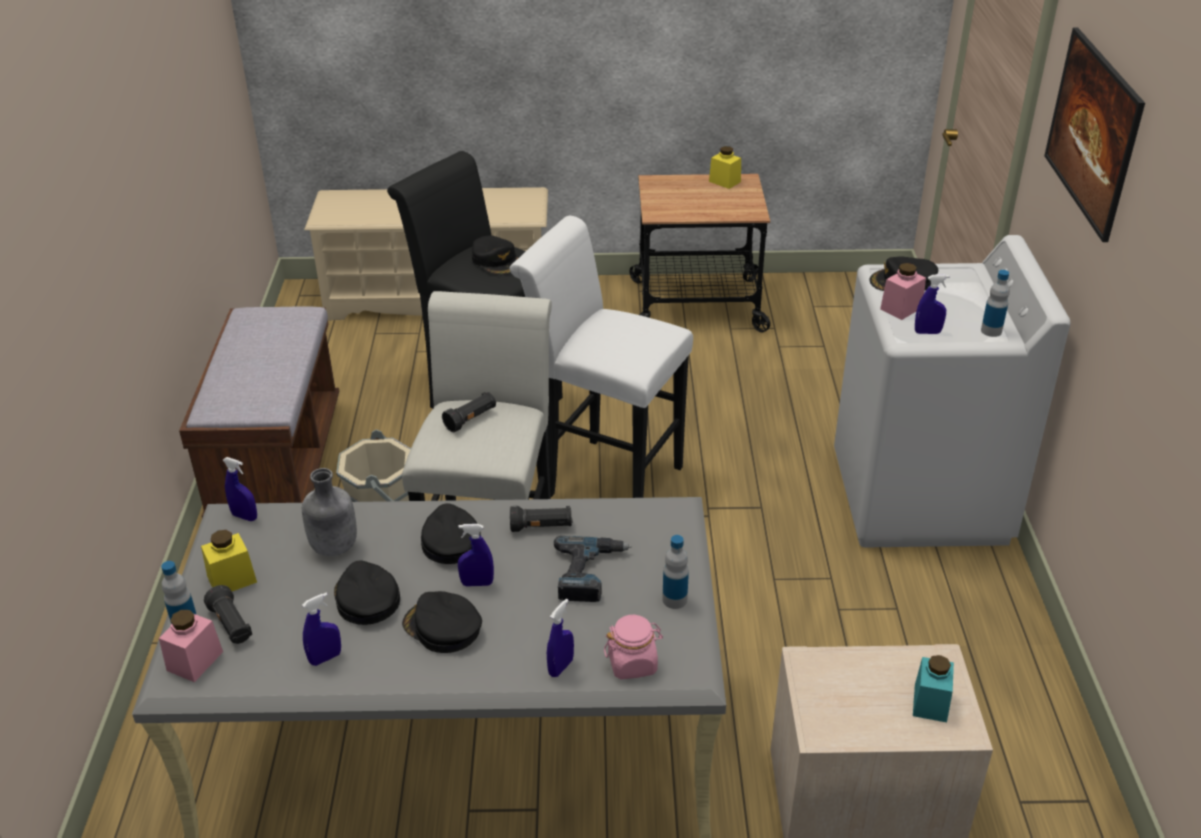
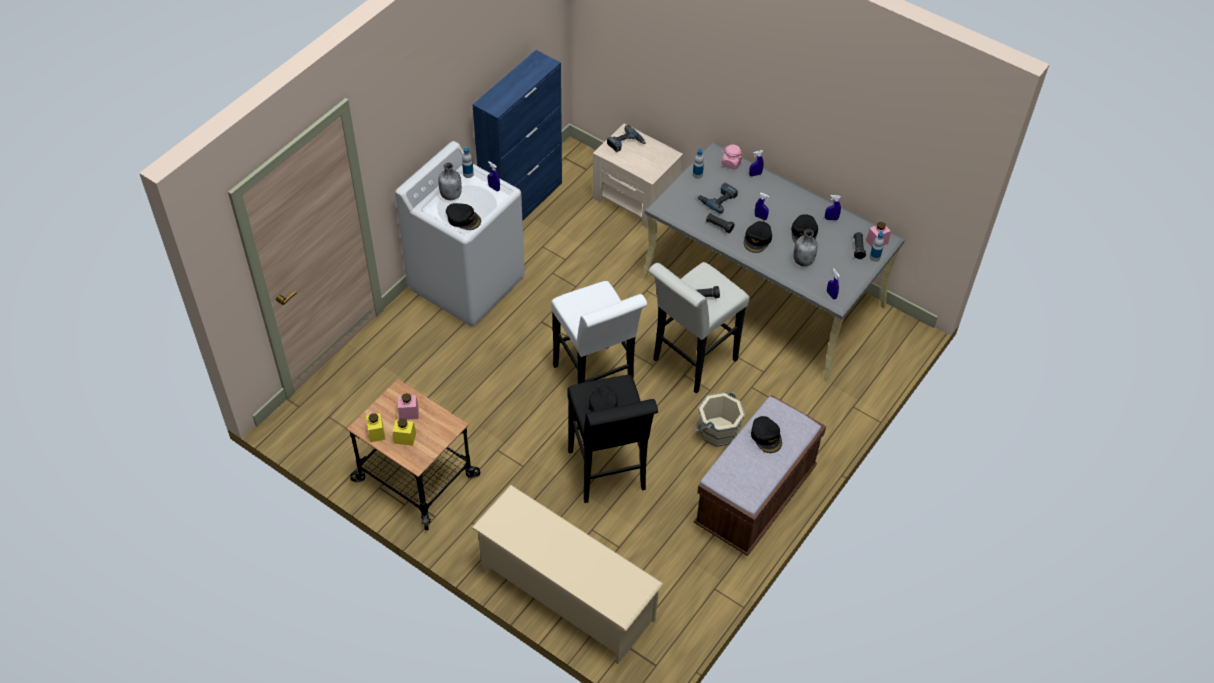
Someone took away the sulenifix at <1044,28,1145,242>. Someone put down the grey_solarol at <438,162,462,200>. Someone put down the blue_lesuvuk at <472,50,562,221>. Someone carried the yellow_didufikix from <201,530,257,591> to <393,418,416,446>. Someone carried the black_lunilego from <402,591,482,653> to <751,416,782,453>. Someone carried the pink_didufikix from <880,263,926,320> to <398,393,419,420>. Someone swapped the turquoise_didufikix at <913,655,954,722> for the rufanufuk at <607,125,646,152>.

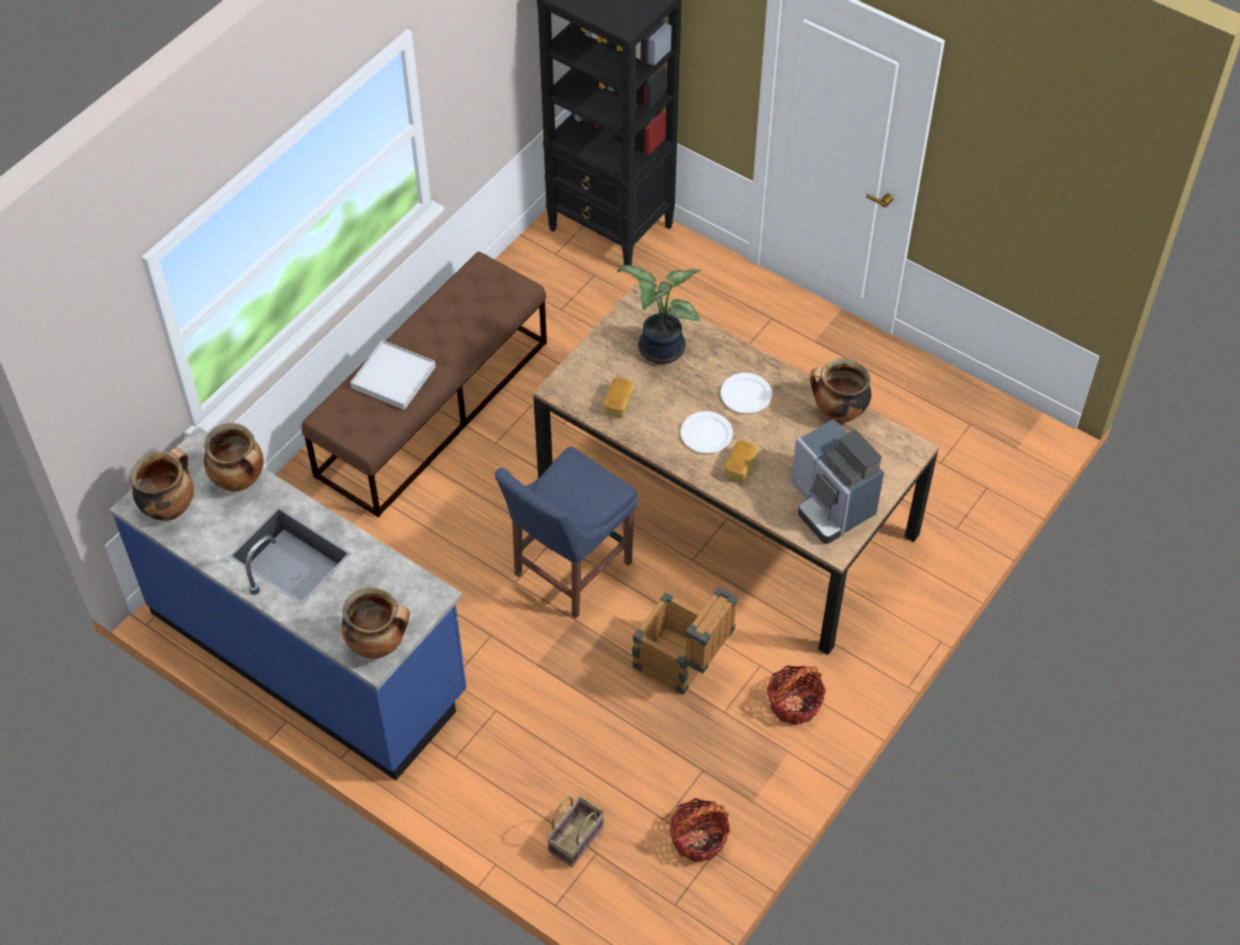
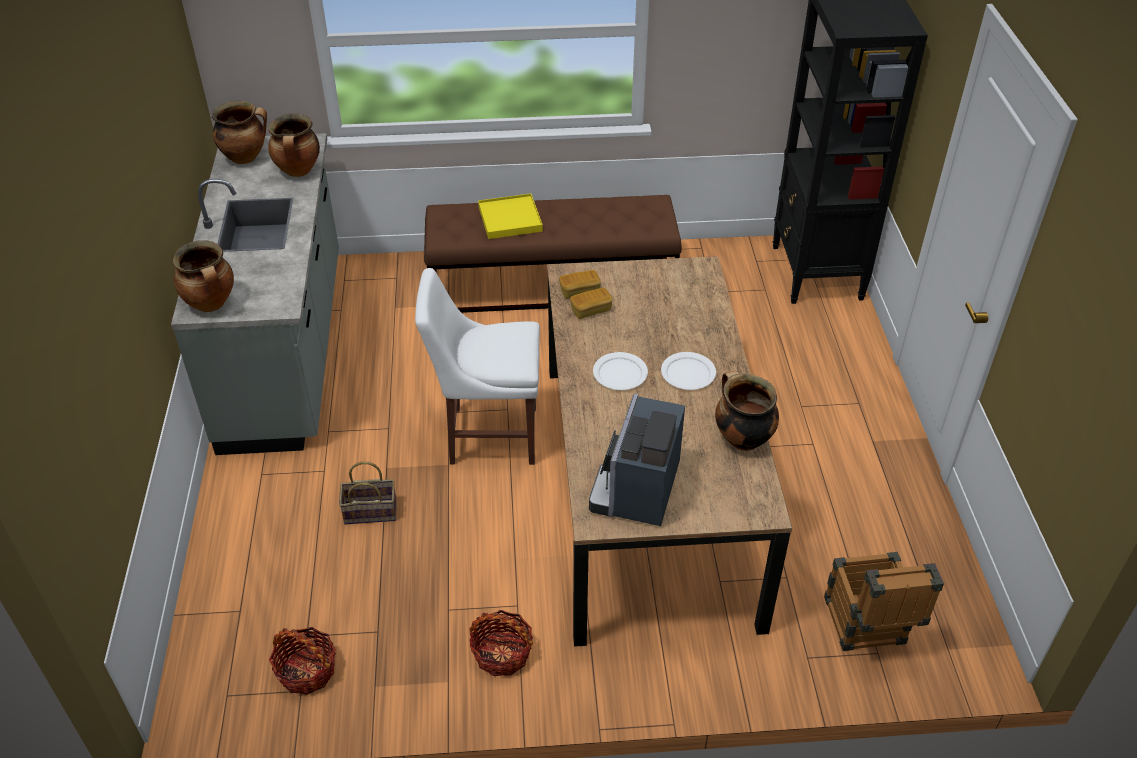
Someone took away the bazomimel at <617,265,701,364>. Someone carried the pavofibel from <546,796,604,867> to <339,462,397,524>. Someone carried the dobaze from <632,586,738,695> to <824,552,944,651>. Someone carried the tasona from <724,440,758,482> to <559,270,601,299>. Someone repainted the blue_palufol at <110,427,466,780>, which became the grey_palufol at <171,133,339,455>. Someone repainted the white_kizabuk at <350,340,436,410>, which became the yellow_kizabuk at <478,193,543,239>. Someone repainted the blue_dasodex at <495,447,638,618>, which became the white_dasodex at <415,268,540,465>.

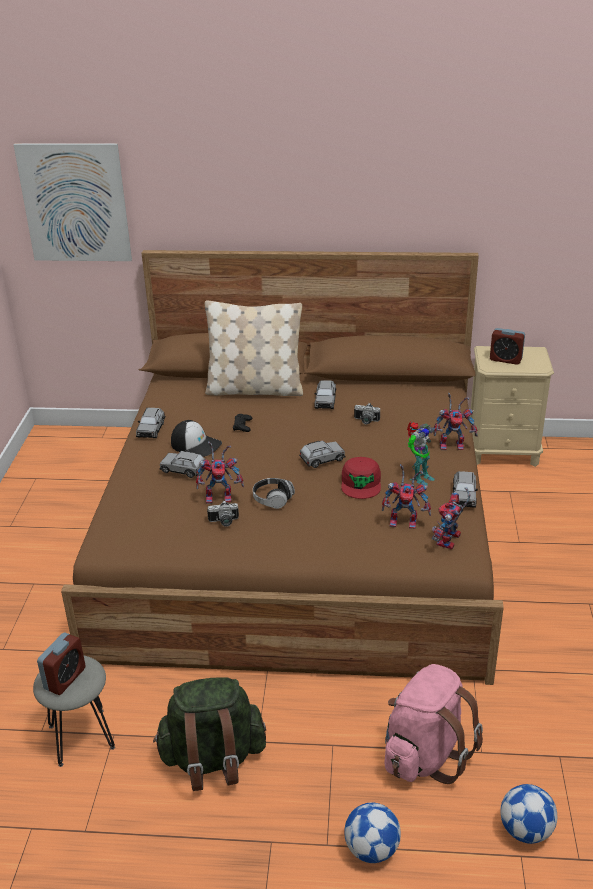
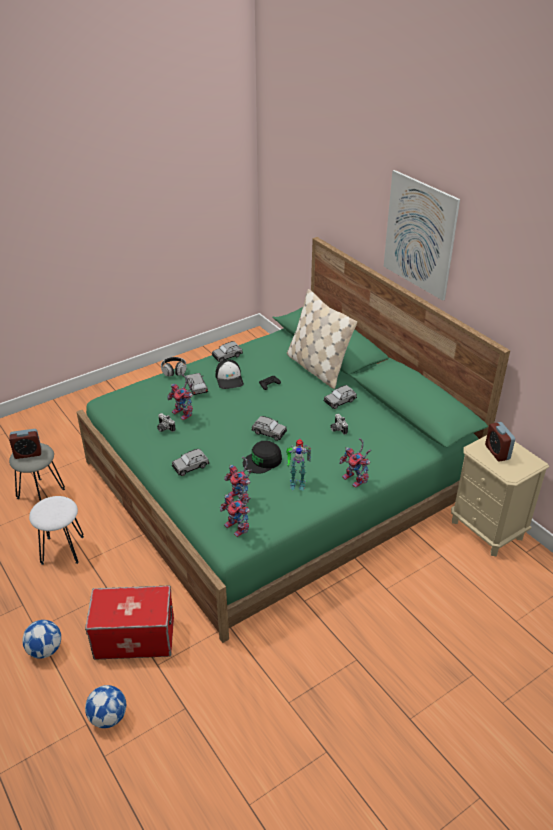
Someone carried the sulenifix from <13,143,132,261> to <384,170,460,301>. Someone carried the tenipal from <253,478,295,509> to <161,357,187,377>. Someone carried the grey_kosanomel from <453,471,478,508> to <172,449,209,476>. Someone swapped the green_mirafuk at <153,678,266,791> for the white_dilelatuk at <29,496,84,565>. Someone swapped the pink_mirafuk at <384,664,483,784> for the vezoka at <85,586,174,660>. Someone repainted the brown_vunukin at <61,250,504,685>, which became the green_vunukin at <77,237,510,643>. Someone repainted the red_lunilego at <341,457,381,499>, which became the black_lunilego at <243,441,282,474>. Someone rotated the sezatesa at <432,487,470,549> by 120 degrees counterclockwise.

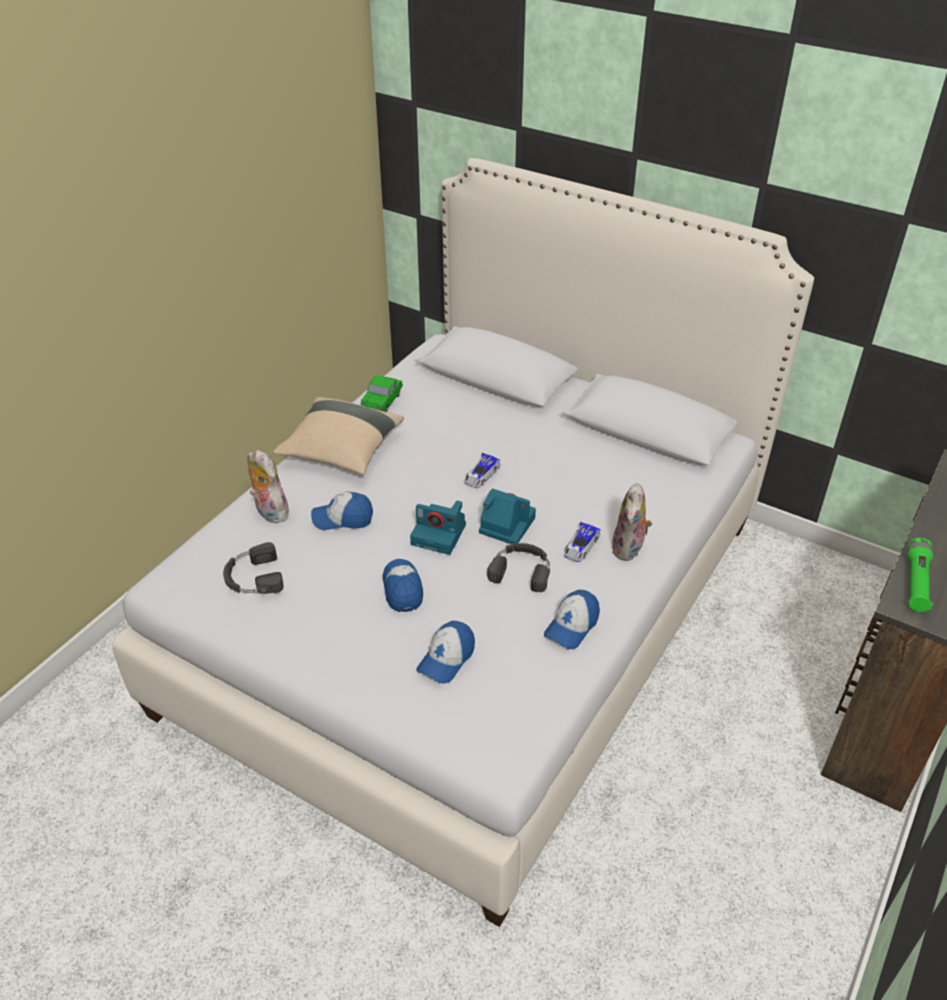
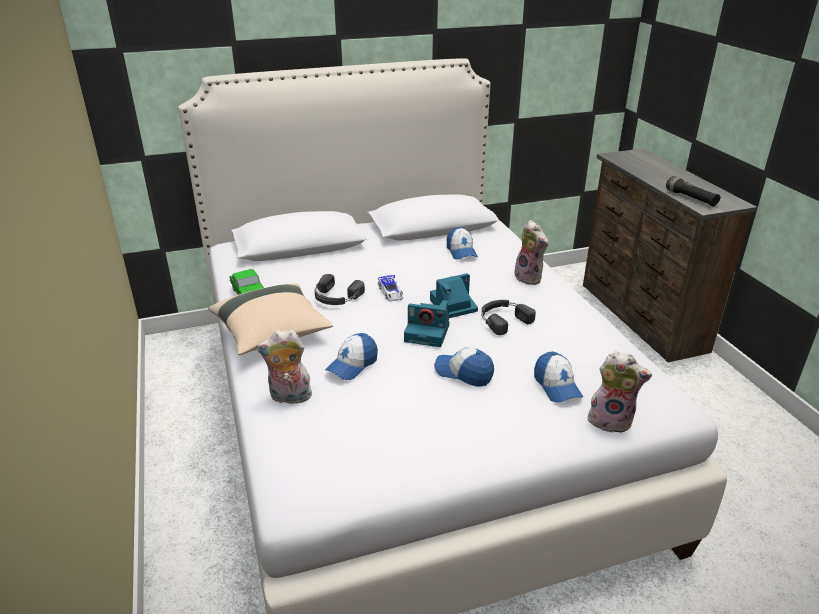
Someone took away the kosanomel at <564,522,601,562>. Someone put down the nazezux at <588,351,652,433>. Someone carried the black_tenipal from <223,542,284,594> to <314,274,365,305>. Someone carried the lunilego from <544,590,600,649> to <447,227,478,260>. Someone repainted the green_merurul at <907,538,933,612>, which became the black_merurul at <666,176,721,206>. Someone rotated the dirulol at <410,501,466,555> by 45 degrees clockwise.

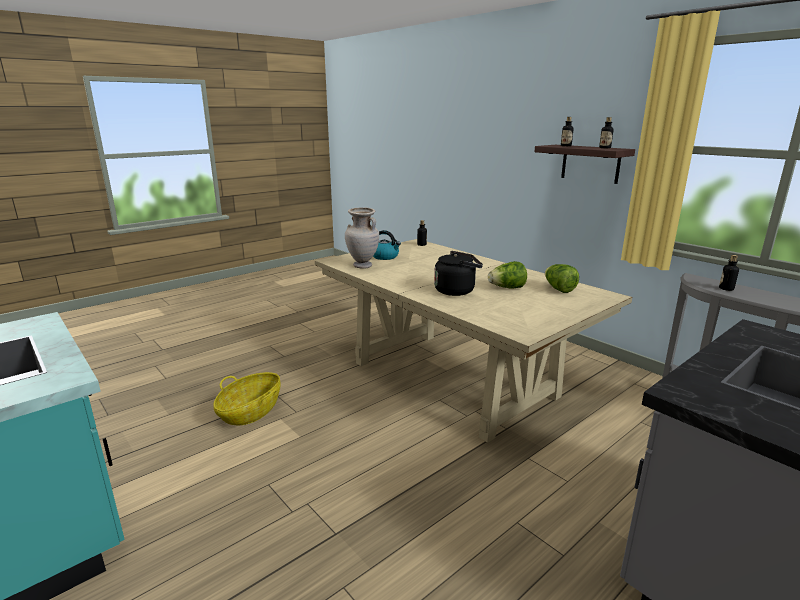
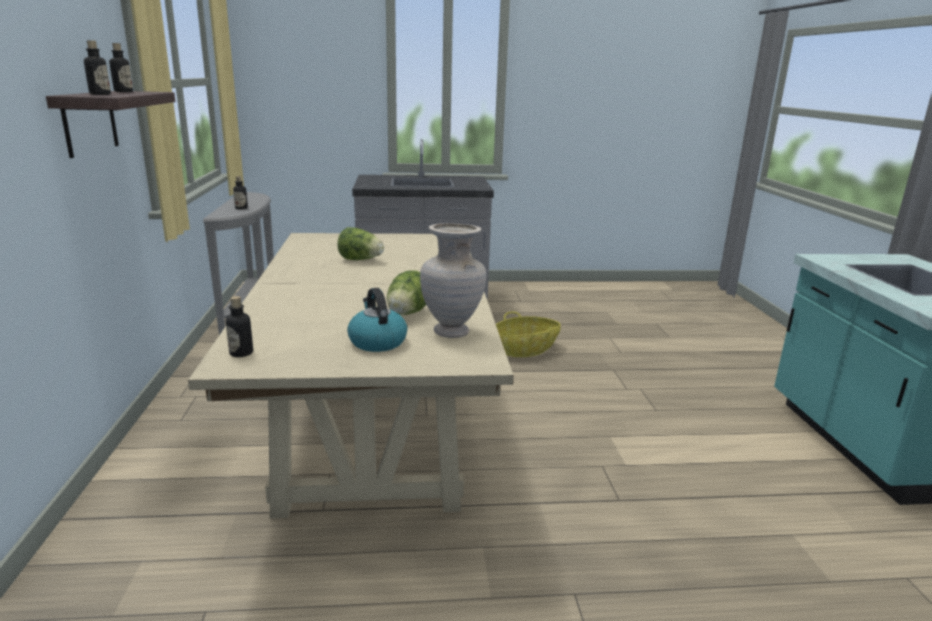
Someone took away the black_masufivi at <434,251,483,296>. Someone carried the pavofibel from <214,372,281,425> to <496,311,561,357>. Someone carried the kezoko from <545,264,579,293> to <387,271,426,315>.

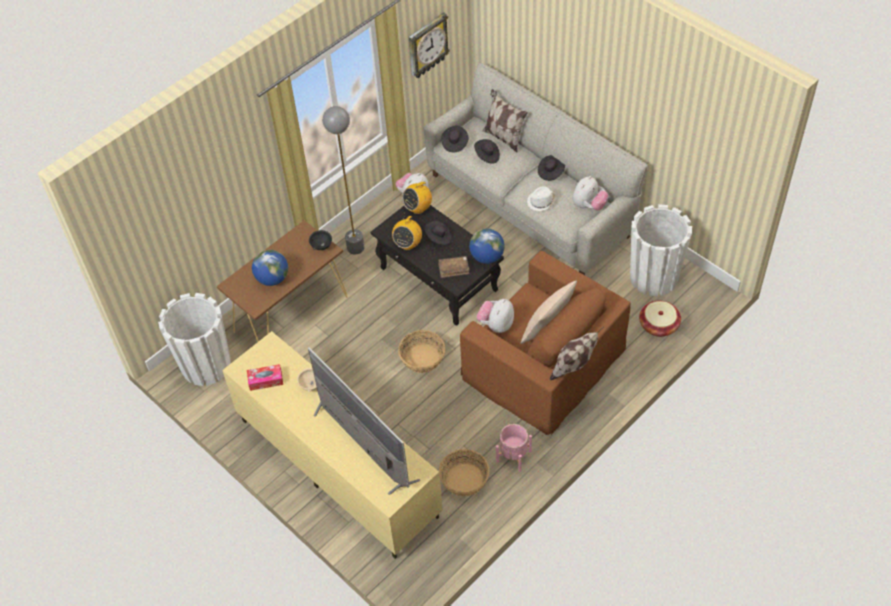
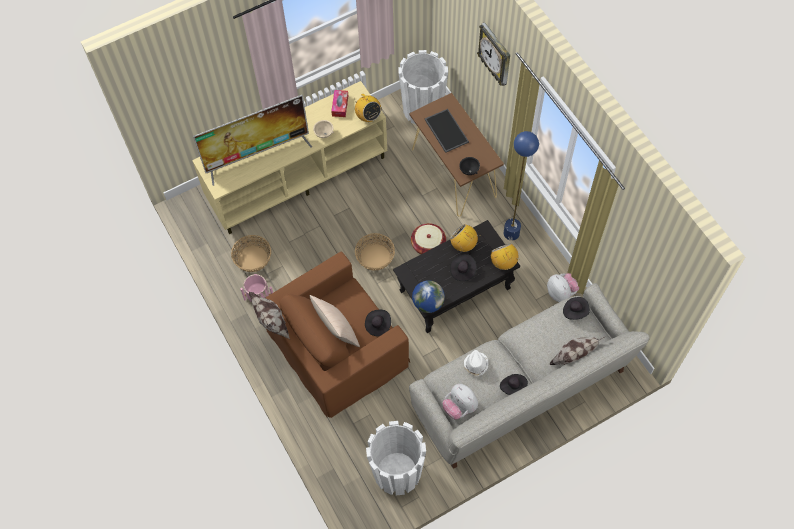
Someone took away the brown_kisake at <438,256,469,278>. Someone took away the nazezux at <476,299,514,333>. Someone put down the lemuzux at <354,94,381,122>. Someone carried the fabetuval from <409,12,450,78> to <477,22,510,86>. Someone carried the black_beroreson from <474,139,500,164> to <365,310,391,336>. Someone carried the pavofibel from <639,300,681,337> to <411,223,446,254>. Someone swapped the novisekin at <252,250,288,286> for the kizabuk at <424,109,469,153>. Someone repainted the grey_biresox at <323,106,365,254>, which became the blue_biresox at <504,131,539,240>.

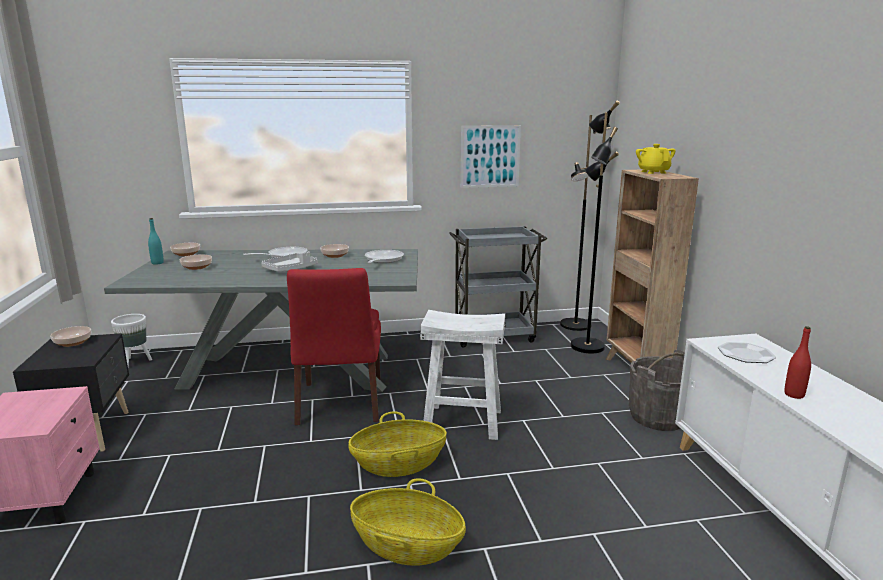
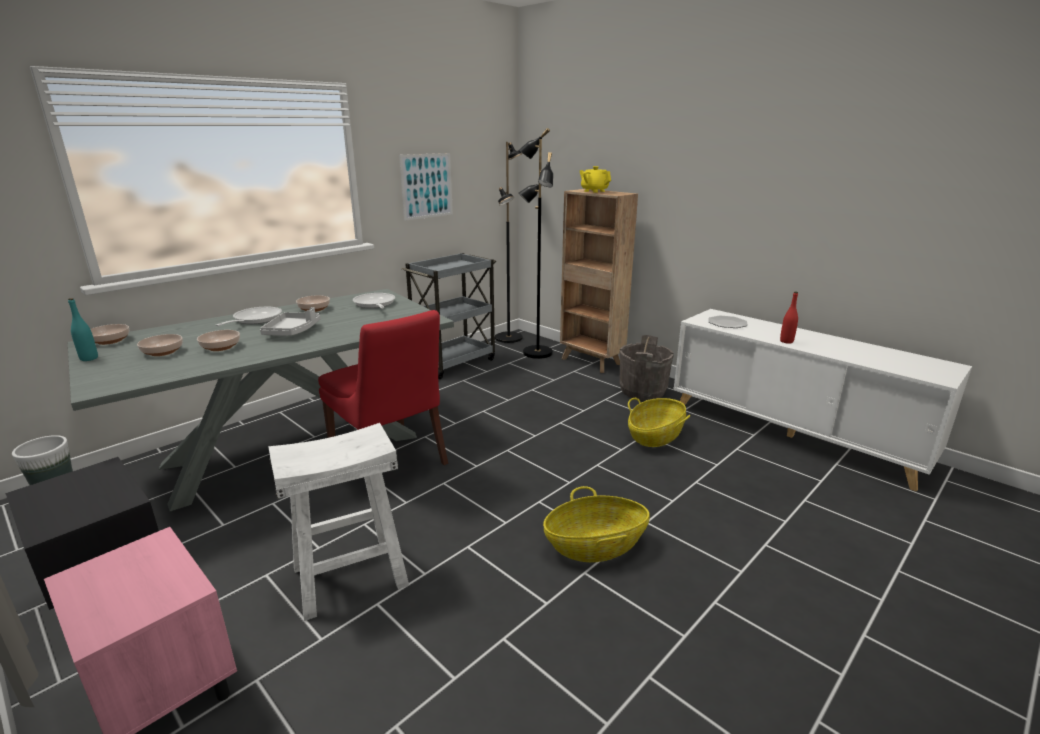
Someone carried the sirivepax from <50,326,91,347> to <197,330,240,351>. Someone carried the pavofibel from <348,411,447,477> to <628,398,690,447>. Someone carried the white_dilelatuk from <420,310,506,440> to <268,423,409,621>.

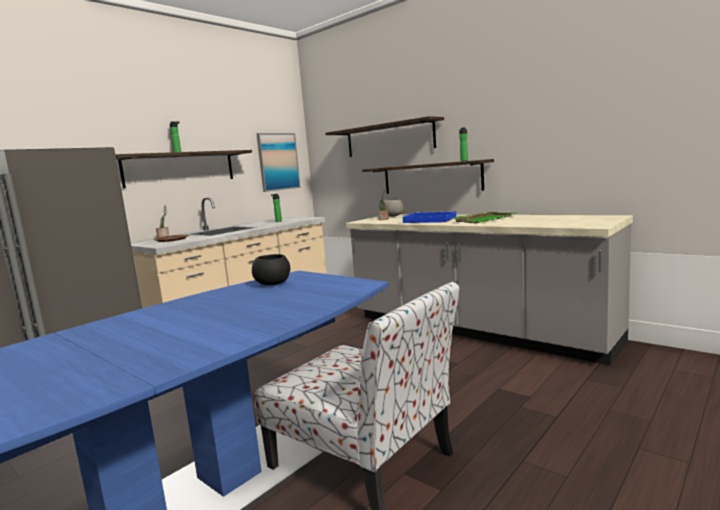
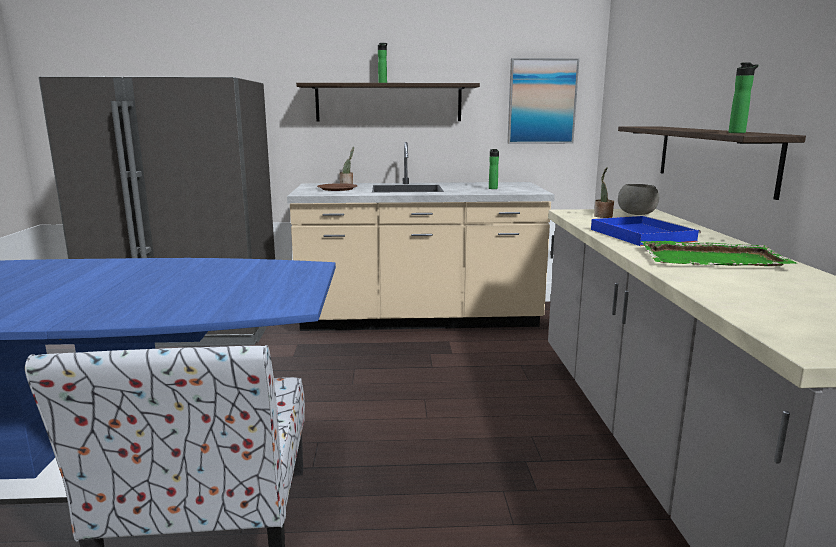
Someone took away the black_sirivepax at <252,254,290,285>. Someone took away the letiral at <325,116,444,157>.

